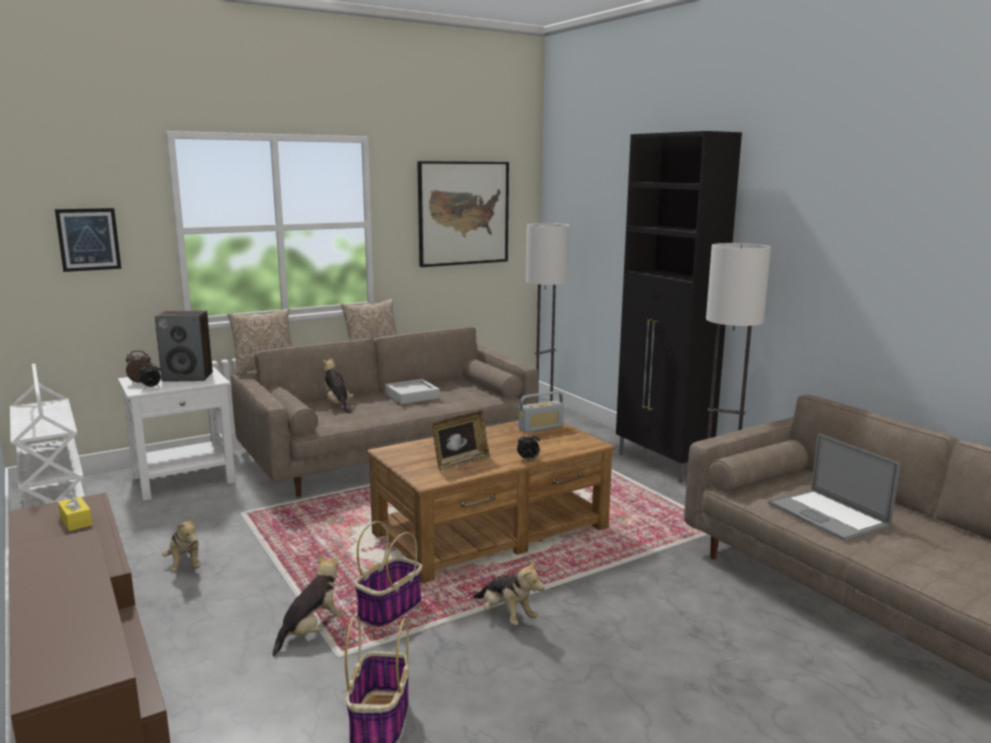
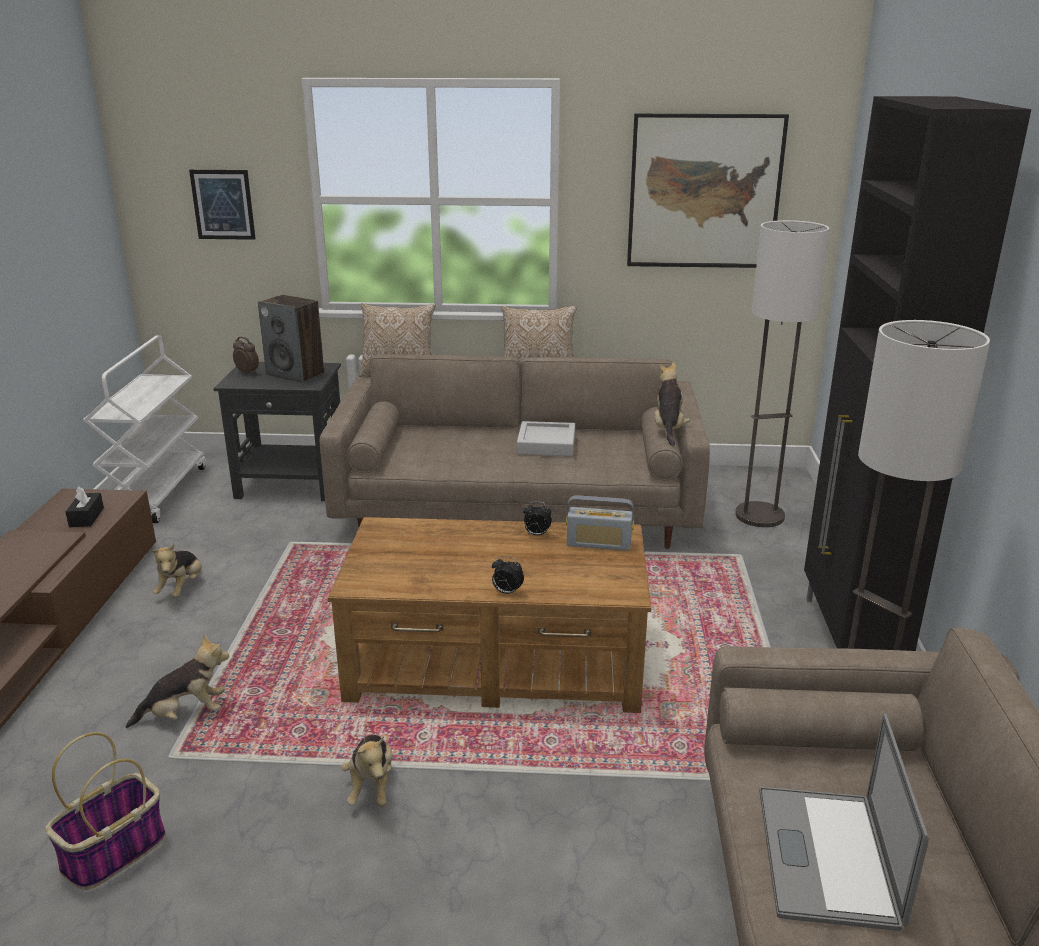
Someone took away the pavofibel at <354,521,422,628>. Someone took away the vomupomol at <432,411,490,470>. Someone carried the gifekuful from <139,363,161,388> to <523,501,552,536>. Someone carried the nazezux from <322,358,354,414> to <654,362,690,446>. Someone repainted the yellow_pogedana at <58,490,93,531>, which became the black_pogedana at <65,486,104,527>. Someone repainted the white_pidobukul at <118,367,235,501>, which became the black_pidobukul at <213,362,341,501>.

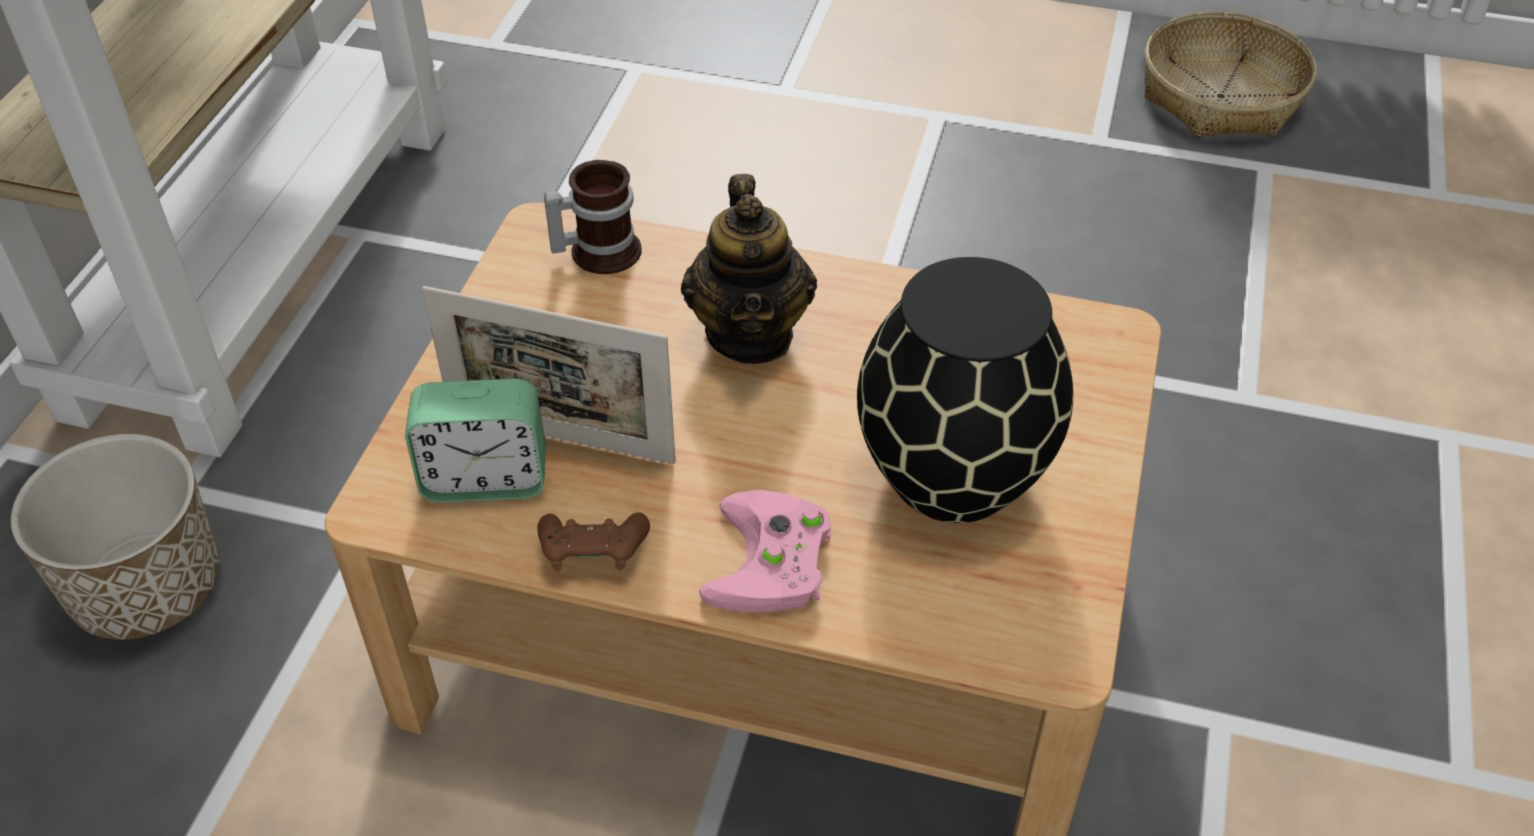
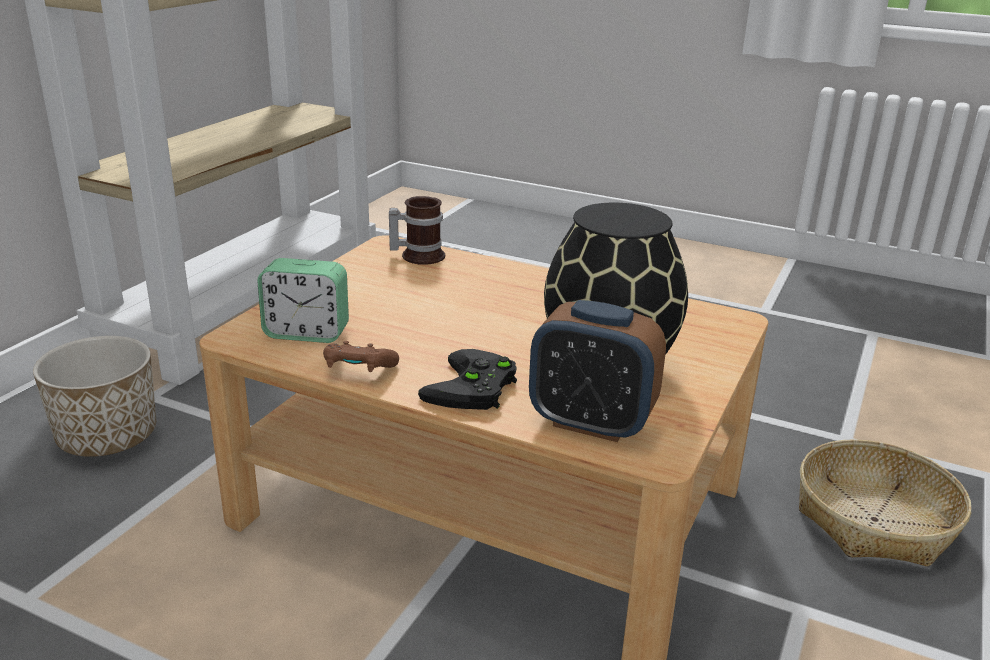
Someone took away the vomupomol at <422,286,676,464>. Someone took away the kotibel at <681,174,817,364>. Someone put down the gifekuful at <529,300,666,442>. Someone carried the pavofibel from <1144,12,1316,137> to <799,439,971,567>. Someone repainted the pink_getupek at <700,490,831,612>, which became the black_getupek at <418,349,517,410>.

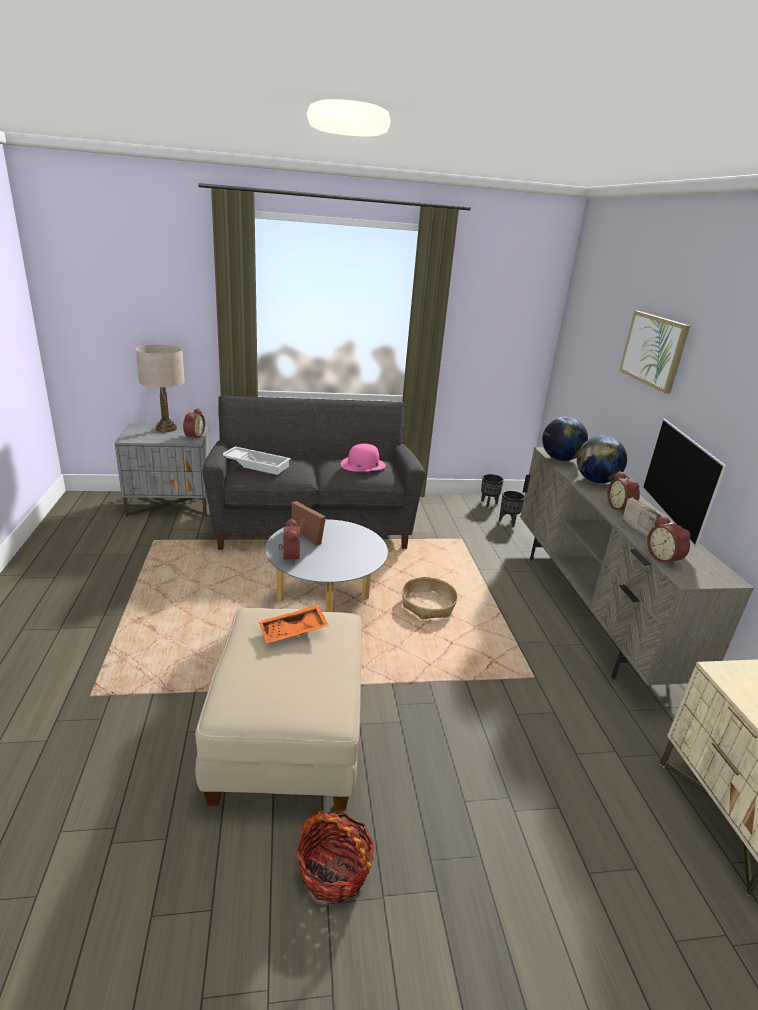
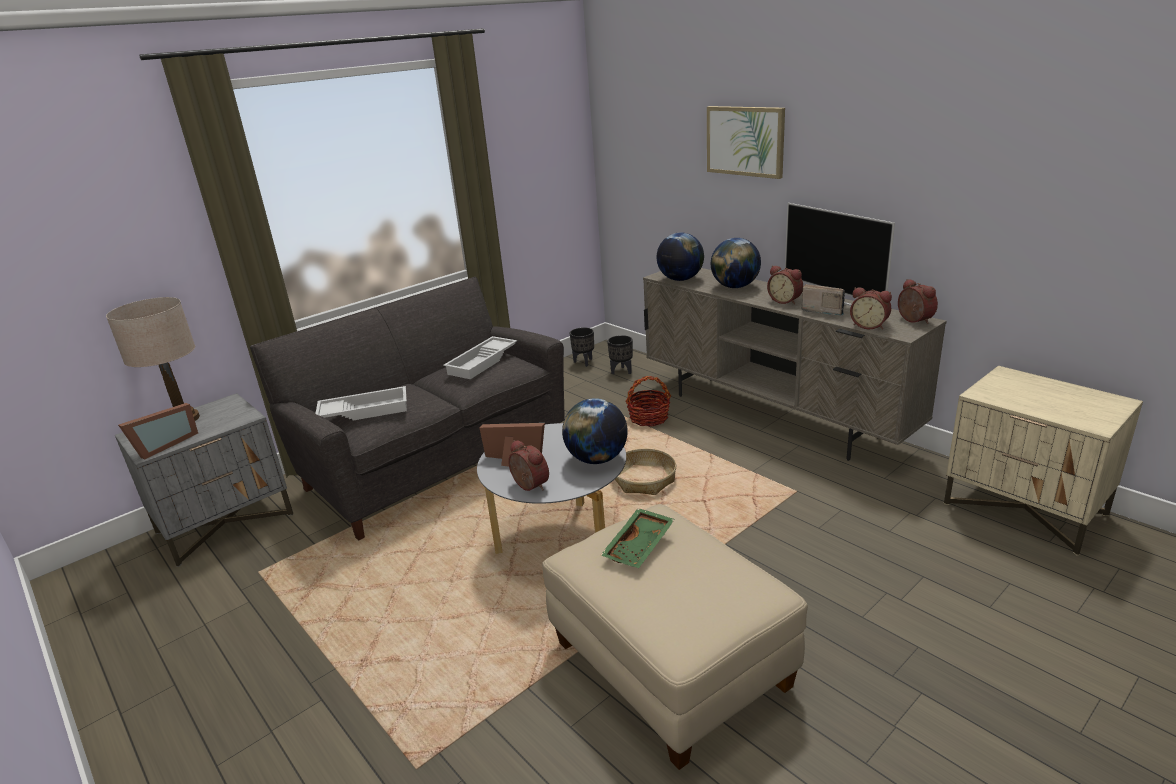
Someone put down the vomupomol at <118,403,198,460>. Someone put down the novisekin at <562,398,628,464>. Someone carried the gifekuful from <183,408,205,439> to <898,279,938,324>. Someone carried the pavofibel from <296,810,375,904> to <625,376,671,427>. Someone swapped the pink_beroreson at <341,444,386,472> for the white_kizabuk at <443,336,517,379>. Someone repainted the orange_kizabuk at <259,605,329,644>, which became the green_kizabuk at <601,508,675,568>.

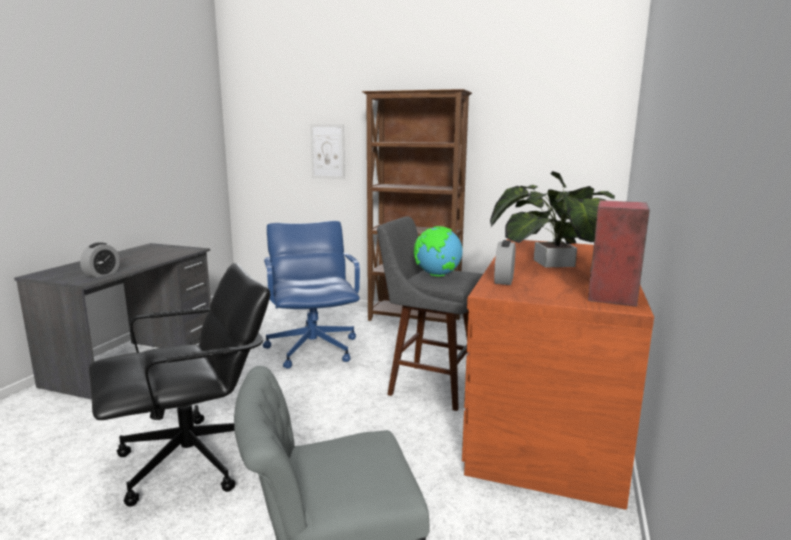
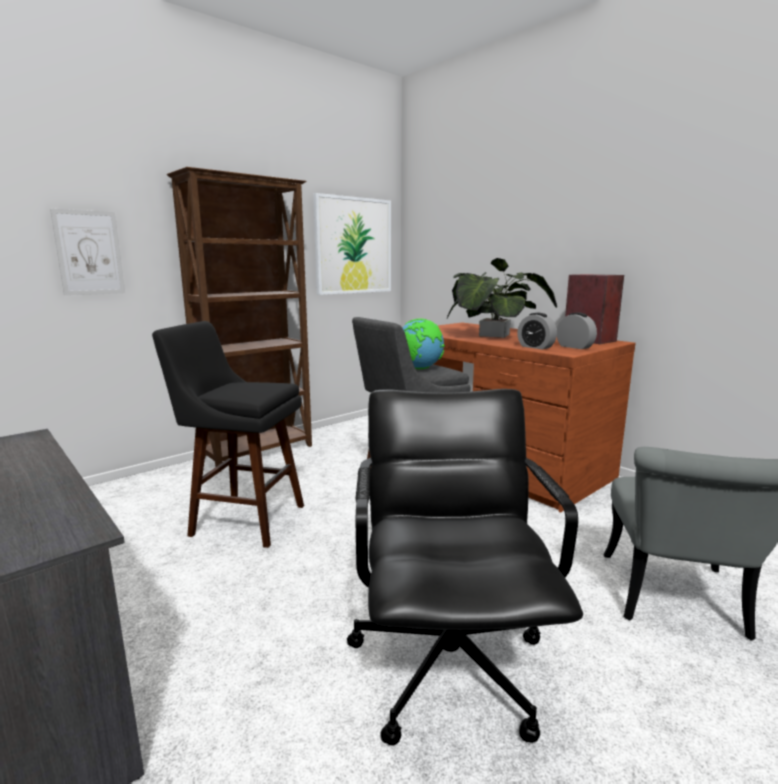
Someone put up the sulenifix at <313,193,391,295>. Someone carried the gifekuful from <80,242,120,278> to <557,312,597,349>. Someone swapped the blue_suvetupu at <263,221,360,369> for the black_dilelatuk at <152,321,304,548>.

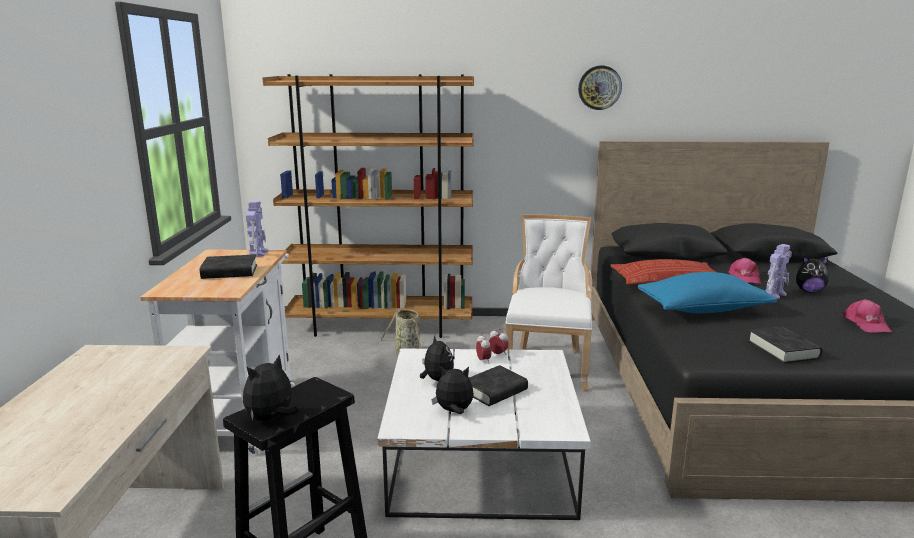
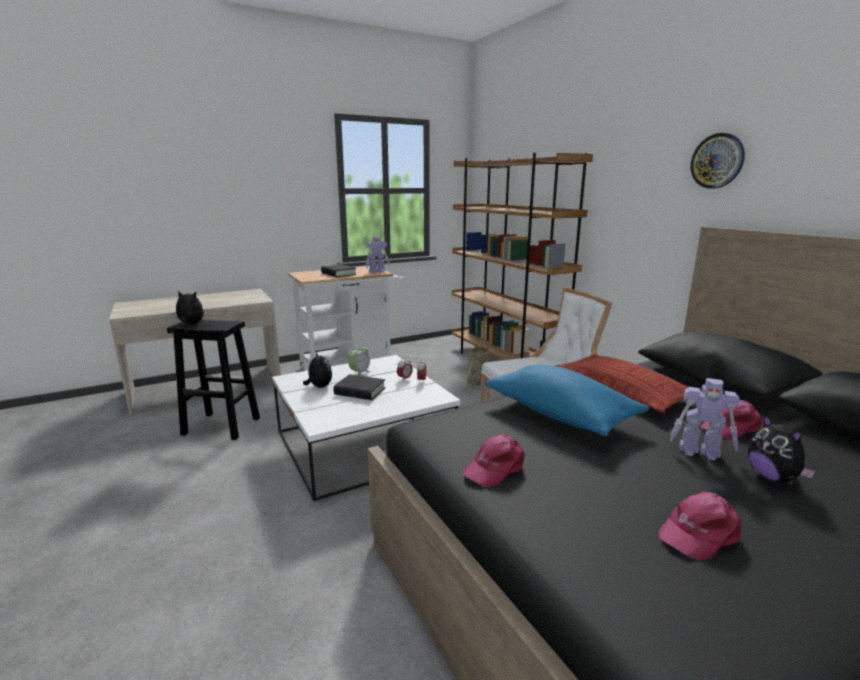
Someone swapped the nazezux at <420,335,454,381> for the gifekuful at <348,344,371,376>. Someone swapped the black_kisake at <748,326,823,363> for the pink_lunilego at <463,434,525,487>.

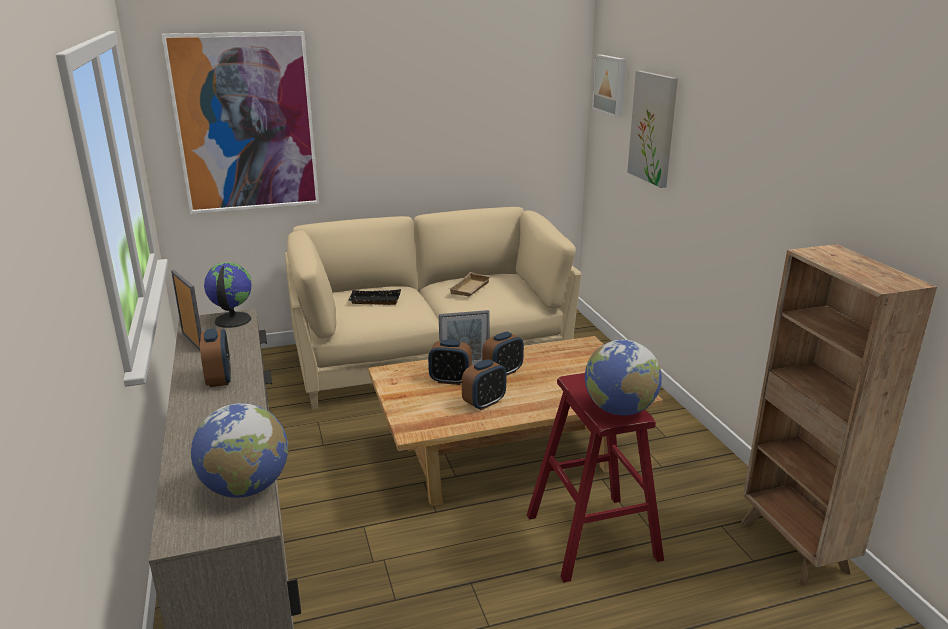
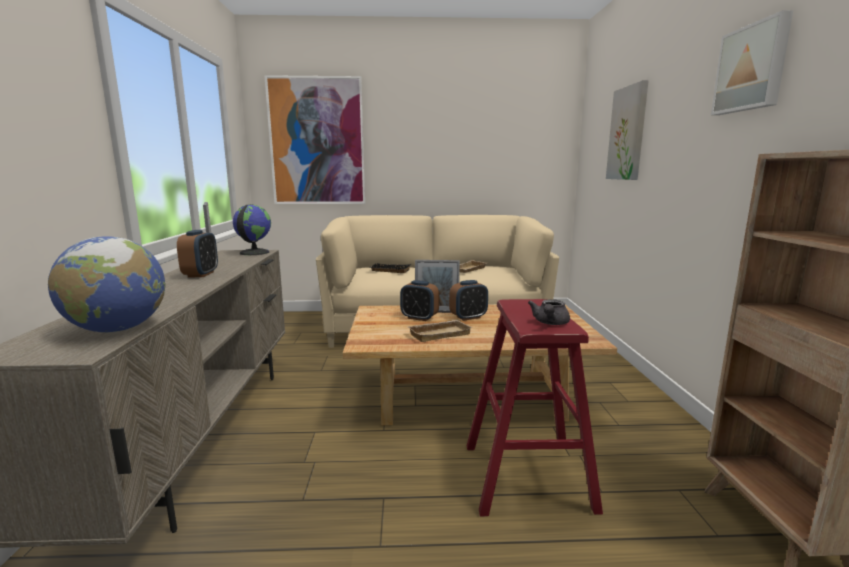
Someone carried the sulenifix from <592,55,627,117> to <711,10,793,115>. Someone swapped the gifekuful at <462,359,507,410> for the beige_kizabuk at <407,320,473,342>. Someone swapped the novisekin at <585,339,662,415> for the grey_kotibel at <528,299,570,325>.

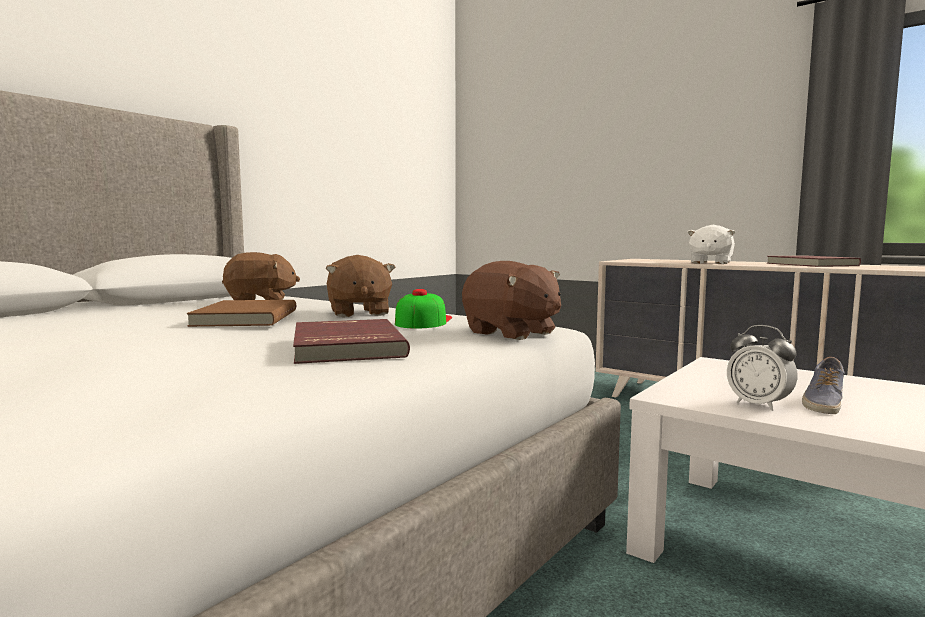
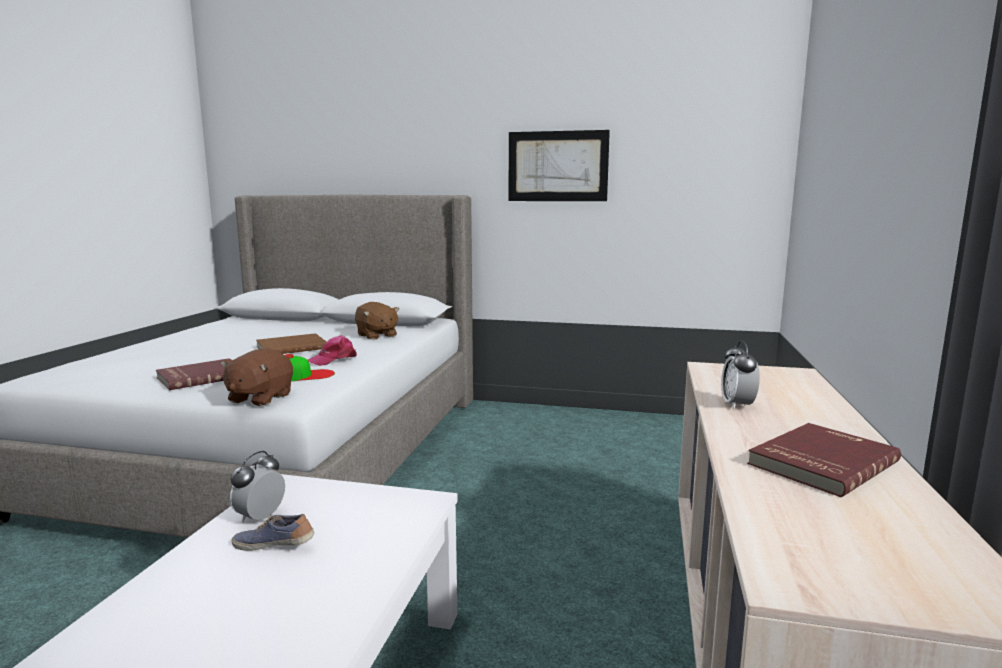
Someone put up the sulenifix at <509,130,610,201>. Someone swapped the brown_nazezux at <325,255,395,317> for the pink_lunilego at <308,335,357,366>. Someone swapped the white_nazezux at <687,225,736,264> for the gifekuful at <721,341,760,410>.

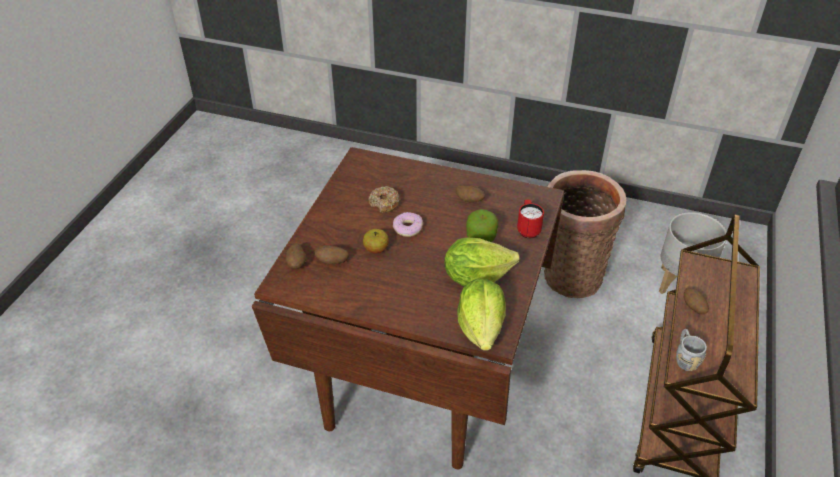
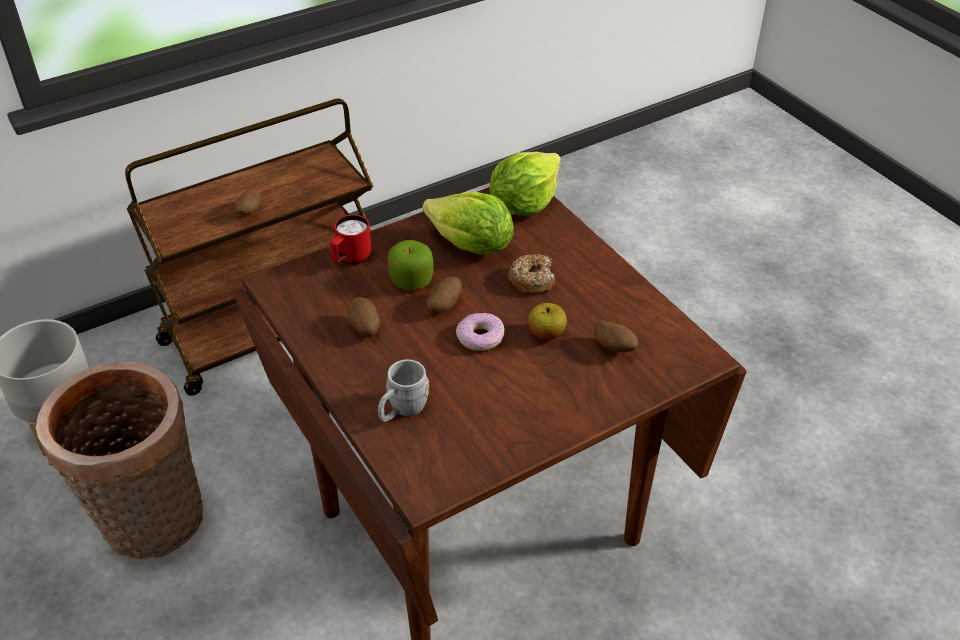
Someone carried the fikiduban from <286,243,307,269> to <426,277,462,313>. Someone carried the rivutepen from <368,186,401,213> to <509,254,555,293>. Someone carried the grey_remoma from <676,329,707,371> to <378,359,429,422>.

